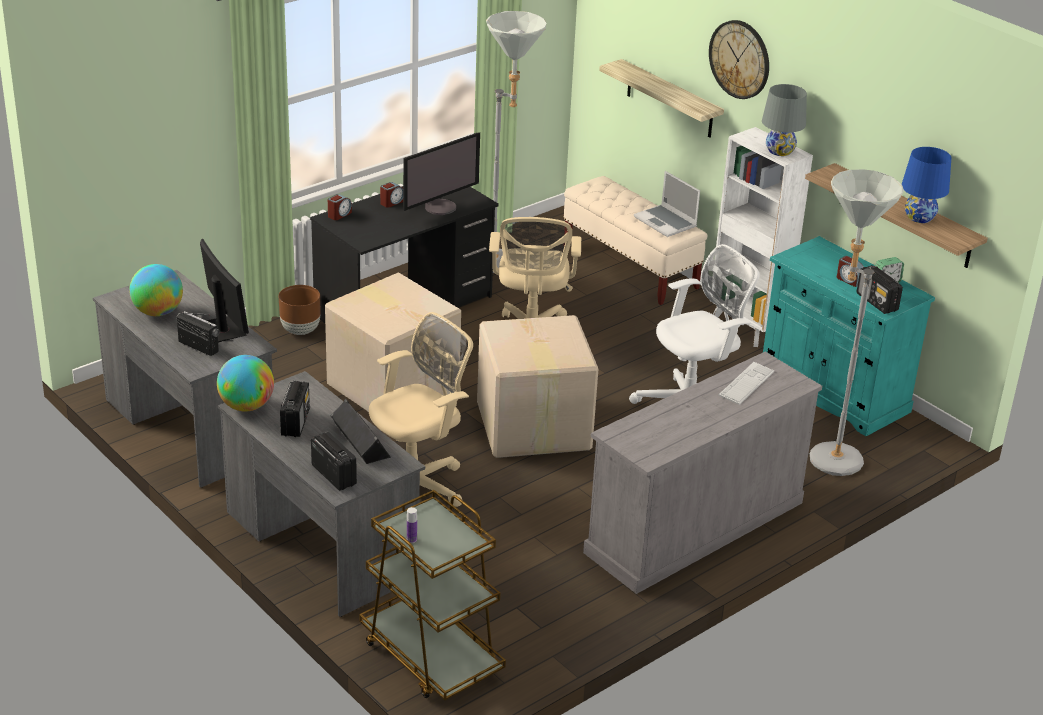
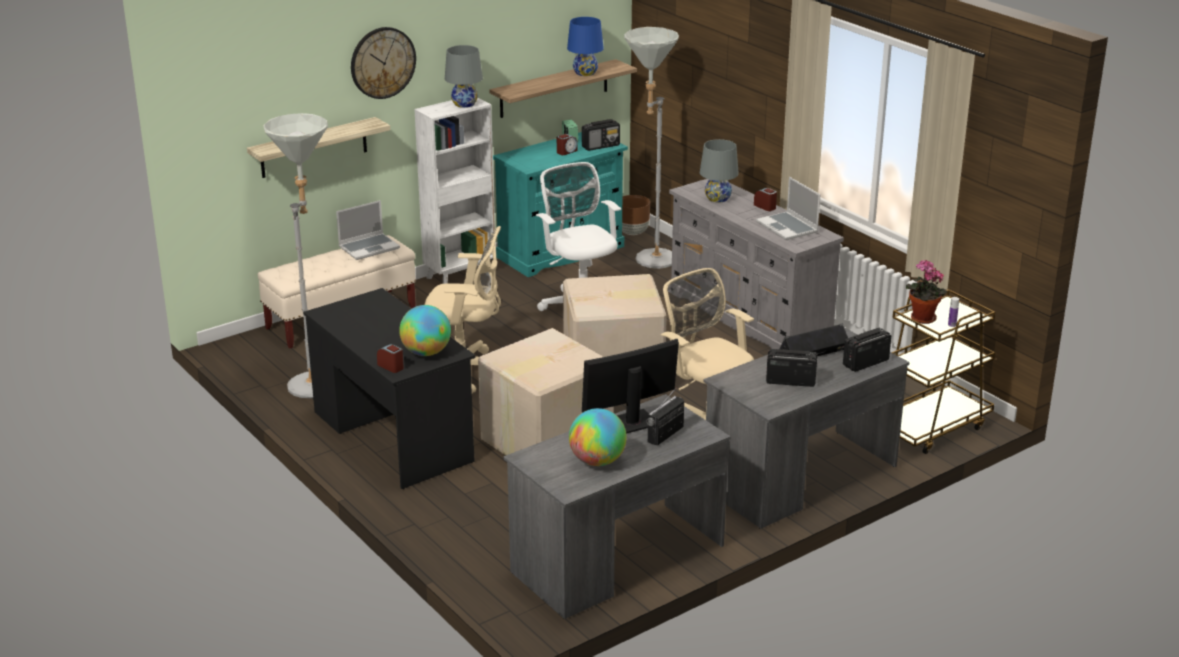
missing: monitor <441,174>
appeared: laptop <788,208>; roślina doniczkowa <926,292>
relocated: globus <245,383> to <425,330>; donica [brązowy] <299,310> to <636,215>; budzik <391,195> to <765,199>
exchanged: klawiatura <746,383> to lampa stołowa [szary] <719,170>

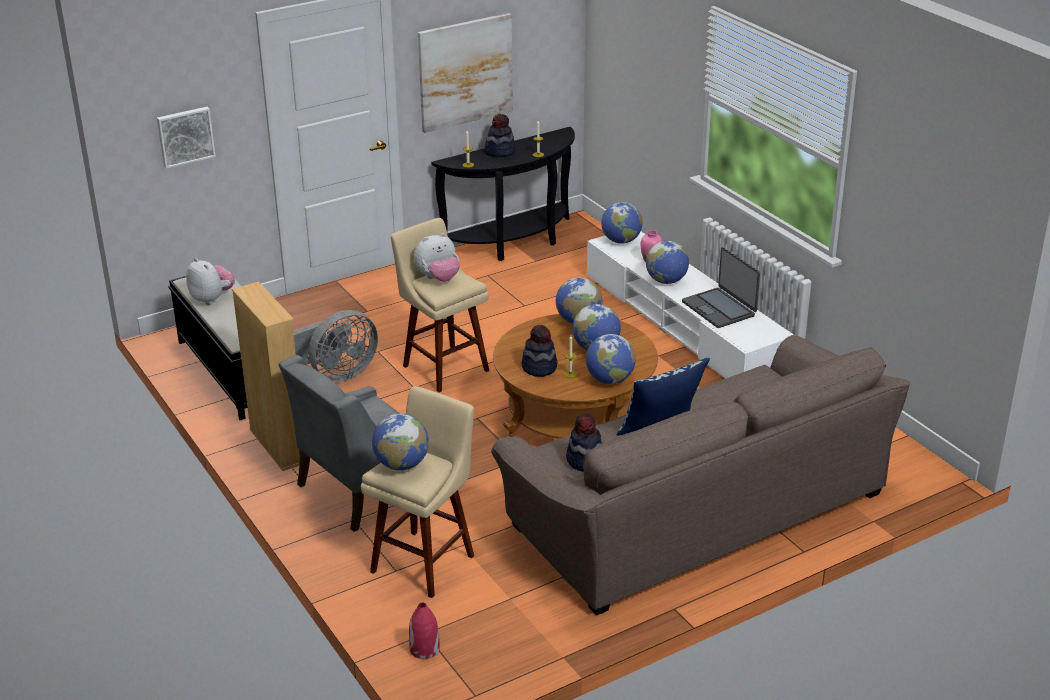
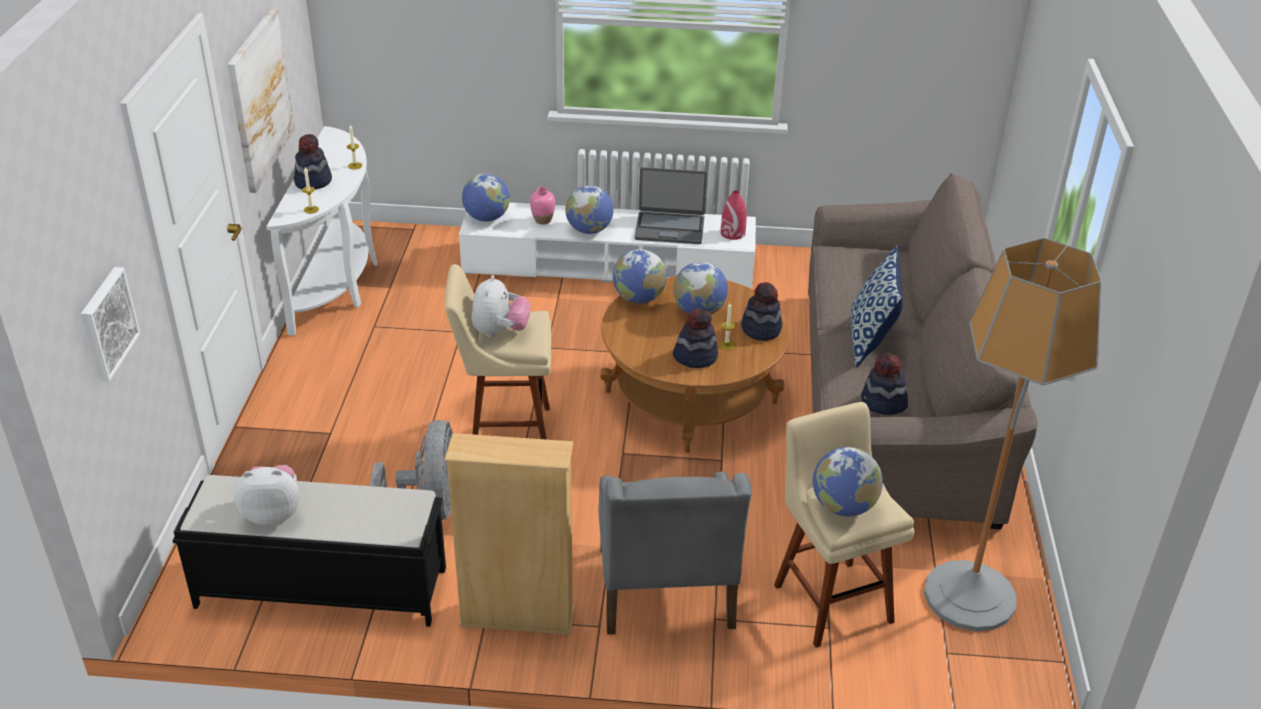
appeared: lampa stojąca <1013,434>
relocated: wazon [czerwony] <424,631> to <734,215>
exchanged: globus <611,359> to kapelusz <761,311>
colour: stolik konsolowy [czarny] <503,194> to stolik konsolowy [biały] <321,231>

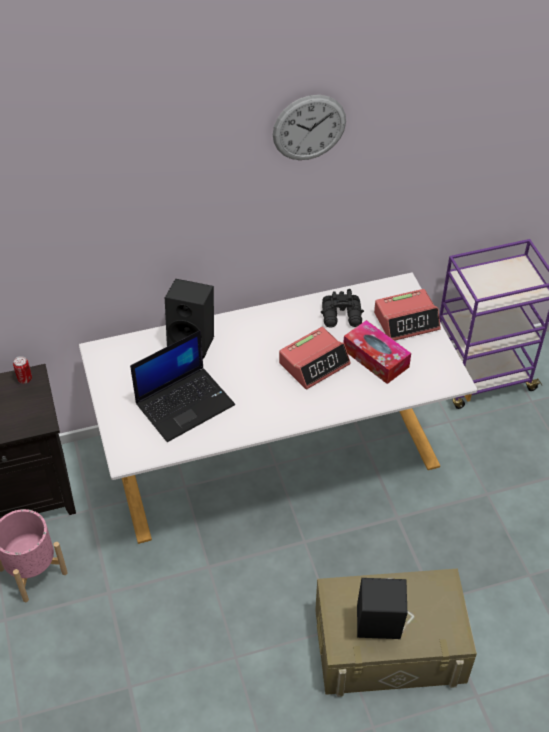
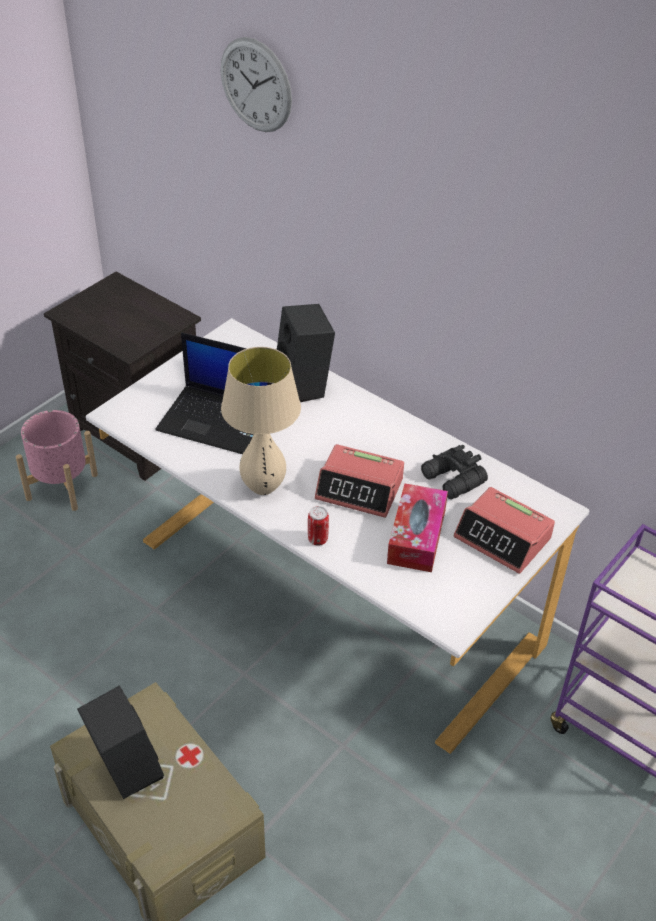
appeared: lampa stołowa [beżowy] <261,421>
relocated: puszka <22,370> to <318,526>; zegar ścienny <309,127> to <256,84>

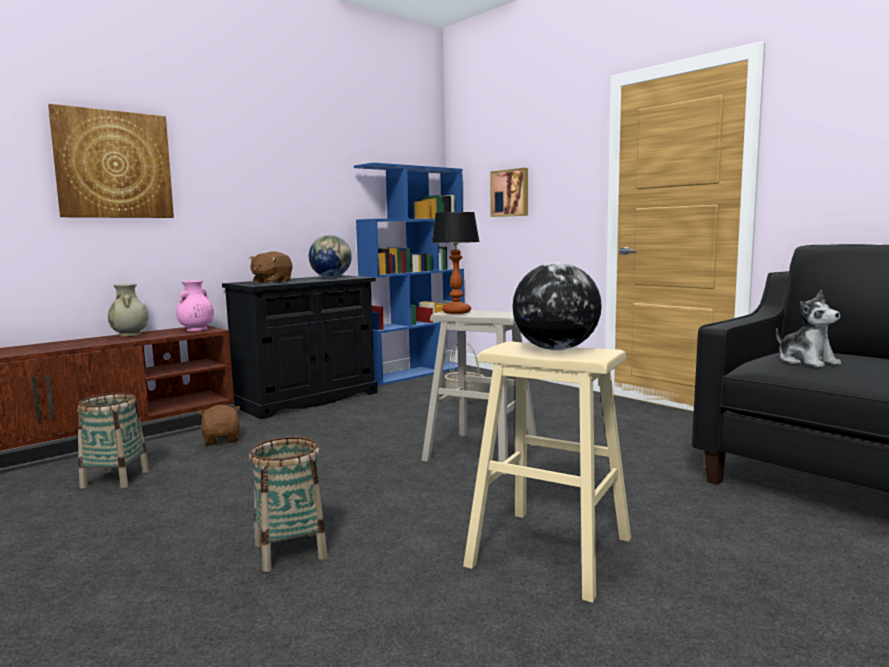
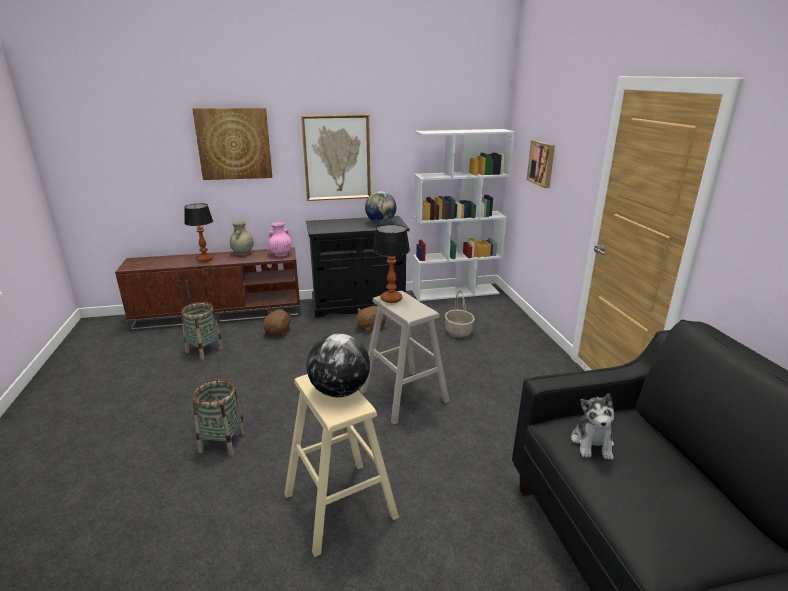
appeared: lampa stołowa <198,232>; obraz <336,158>
relocated: pluszak [brązowy] <270,267> to <371,319>
colour: regał [niebieski] <409,274> to regał [biały] <464,215>

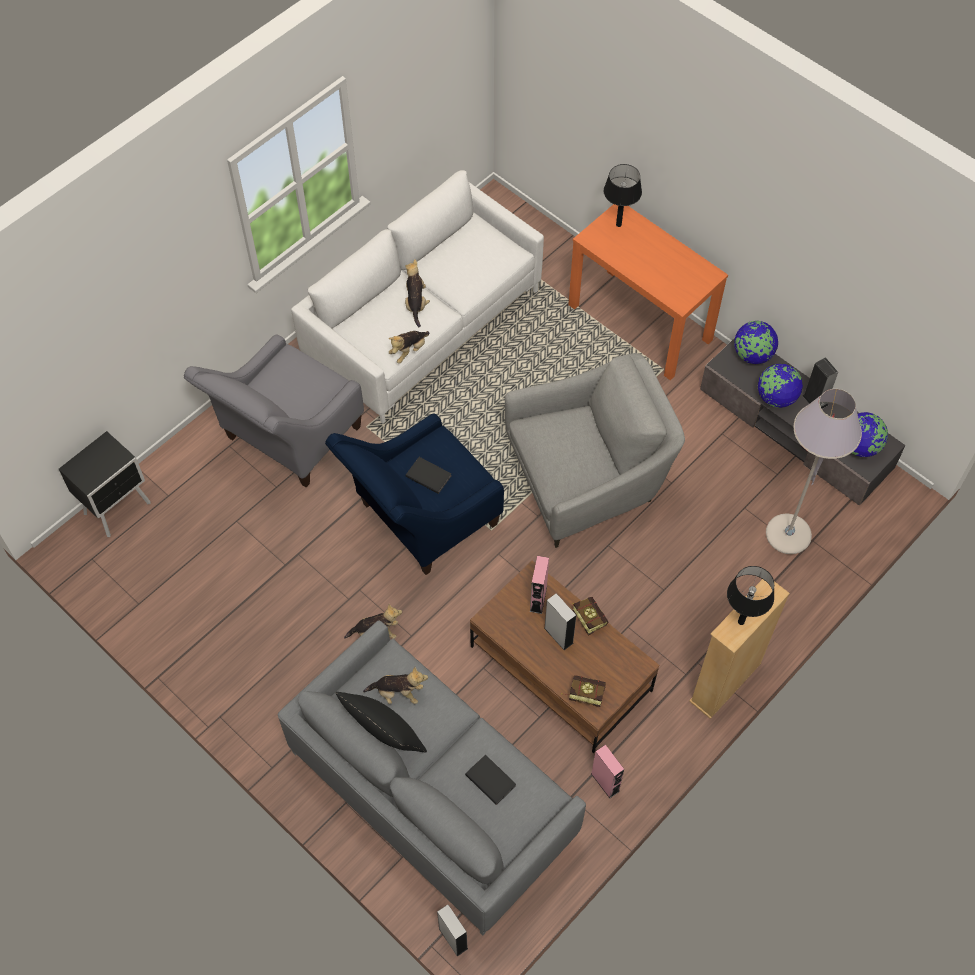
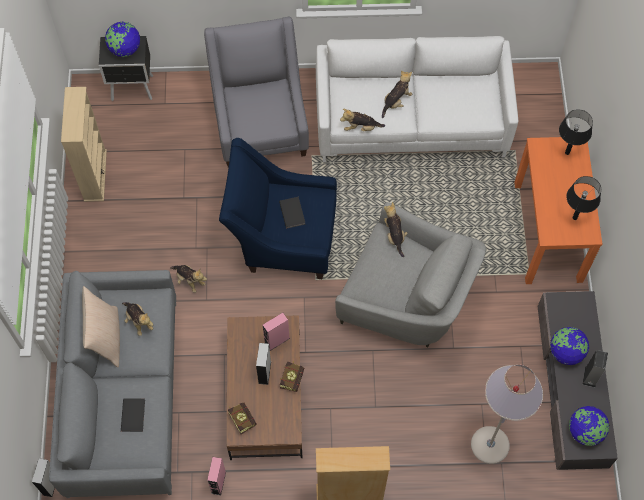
appeared: regał [beżowy] <84,144>; pluszak <396,229>
relocated: lampa stołowa [czarny] <750,595> to <583,198>; globus <756,342> to <122,39>
colour: poduszka [czarny] <381,722> to poduszka [beżowy] <101,327>
spun: fotel [szary] <274,410> = <256,92> 90 degrees clockwise

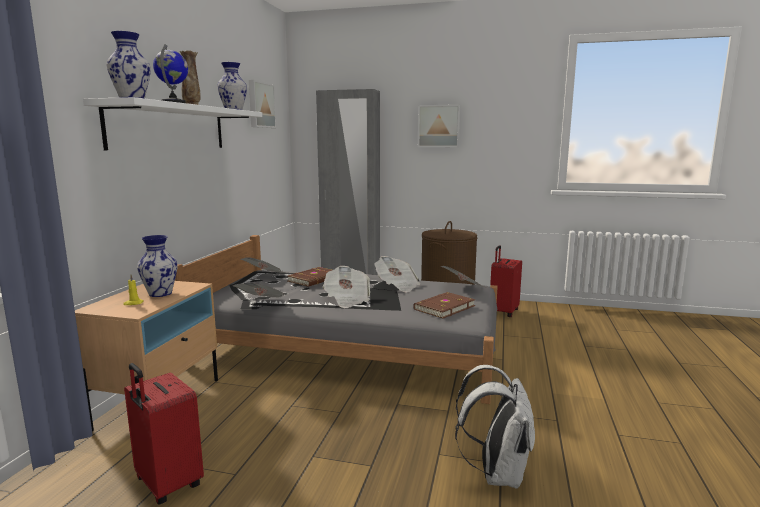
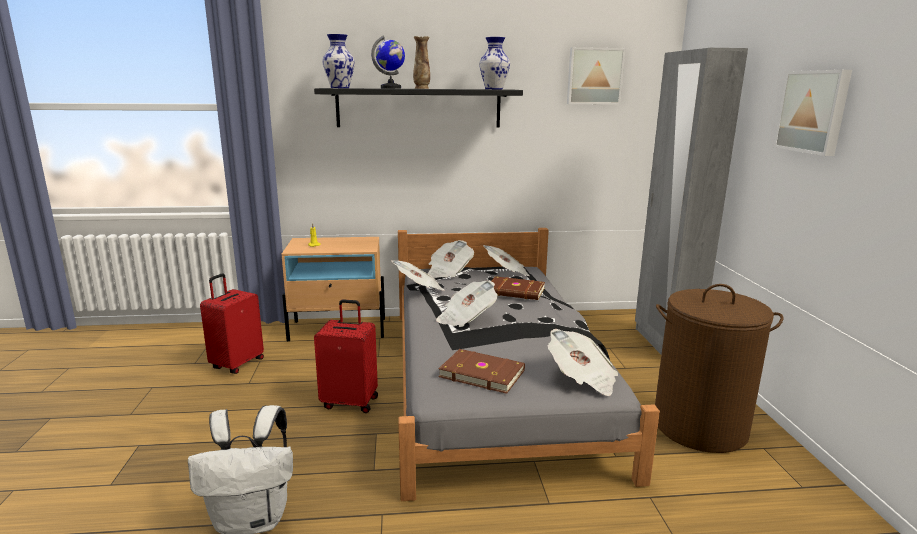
missing: wazon <157,266>
relocated: gazeta <397,274> to <451,259>; walizka [czerwony] <506,281> to <346,356>
colour: półka [biały] <172,123> to półka [czarny] <418,107>

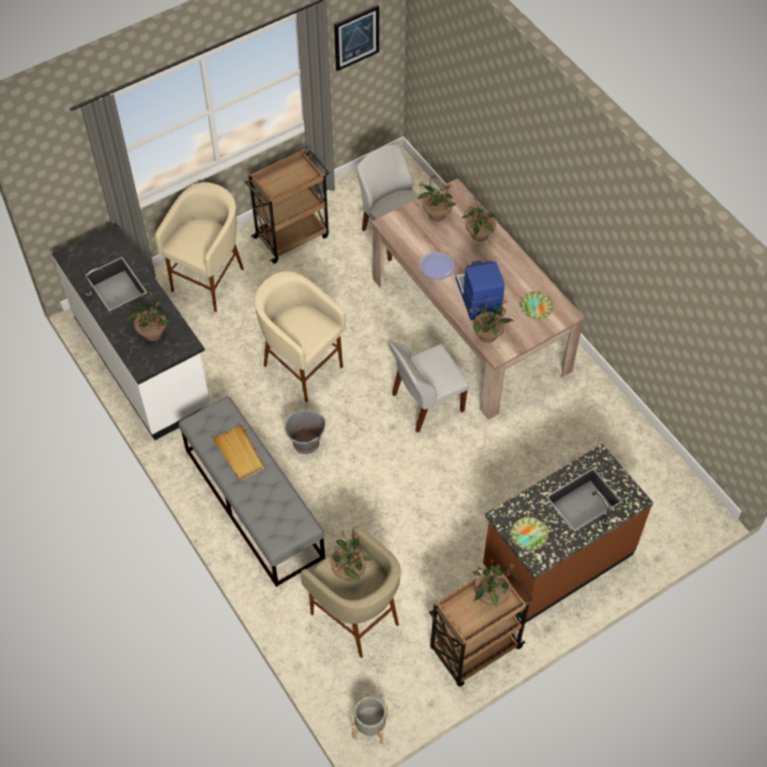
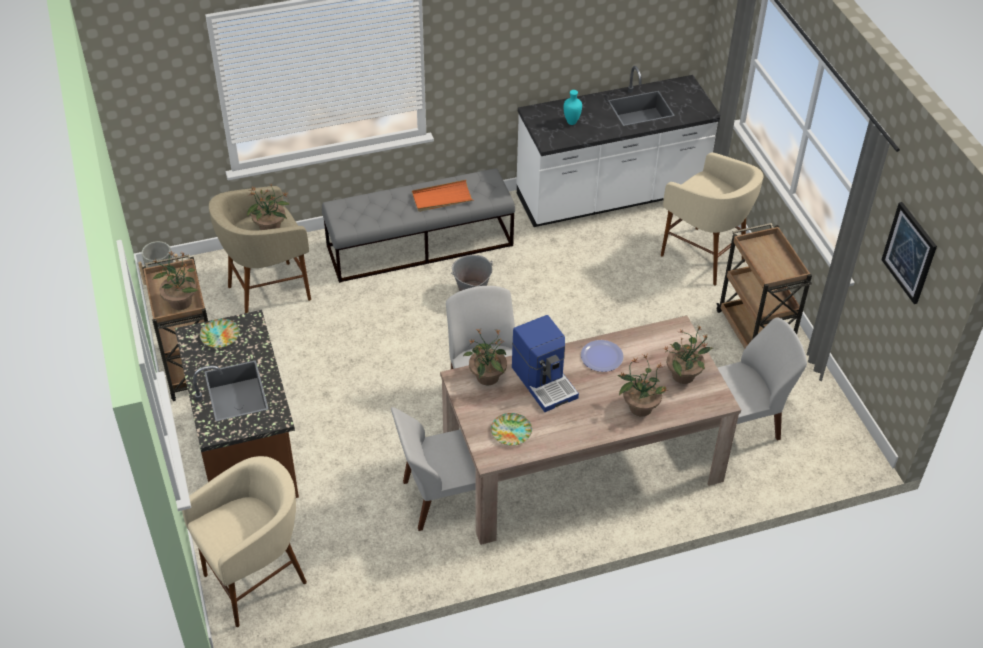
appeared: krzesło [biały] <433,469>
relocated: stołek [beżowy] <300,336> to <244,541>
exchanged: roślina doniczkowa <148,316> to wazon [turkusowy] <573,107>
colour: taca [beżowy] <238,452> to taca [pomarańczowy] <443,196>
spun: ekspres do kawy <480,290> = <545,363> 60 degrees clockwise

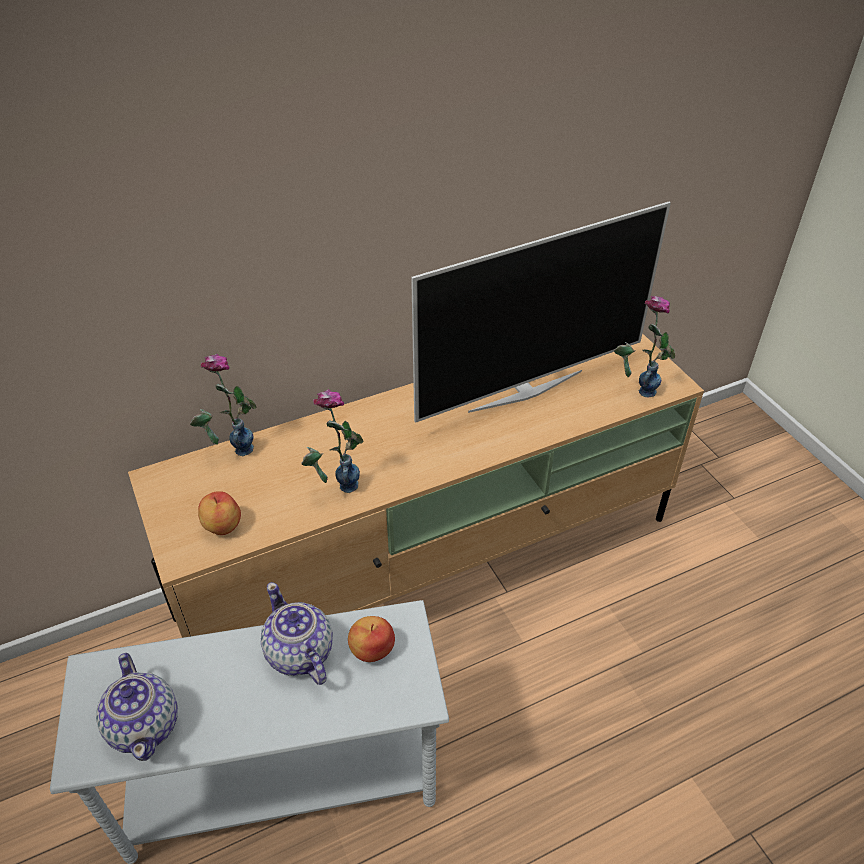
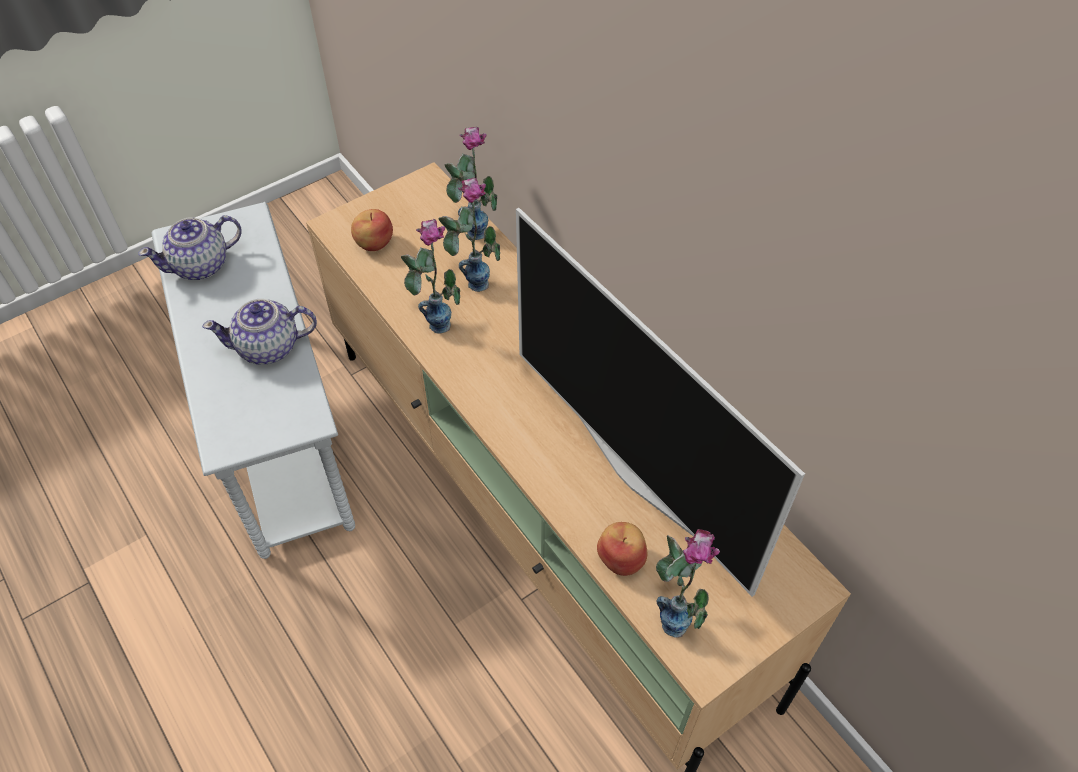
appeared: wazon <469,234>
relocated: jabłko <371,639> to <622,549>
spun: imbryk <297,633> = <259,331> 150 degrees counterclockwise

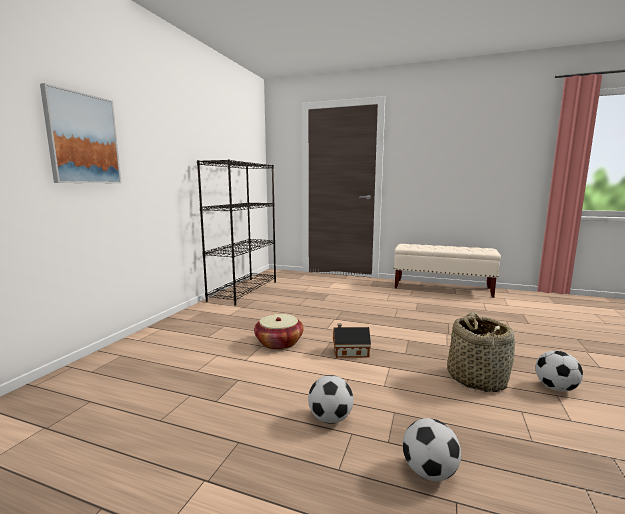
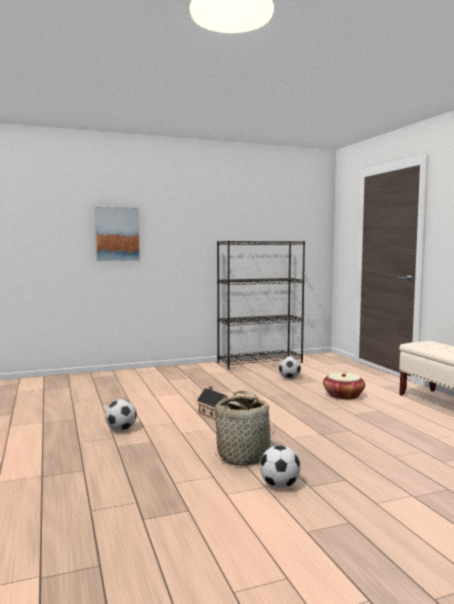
relocated: koszyk <279,332> to <344,386>; piłka futbolowa <432,449> to <290,367>

